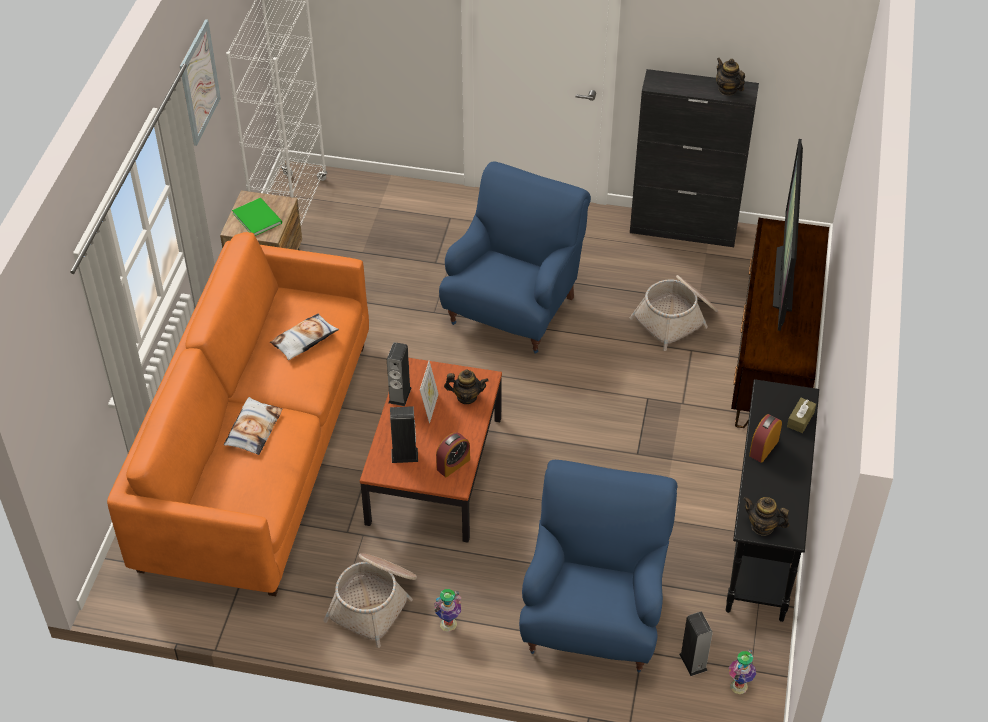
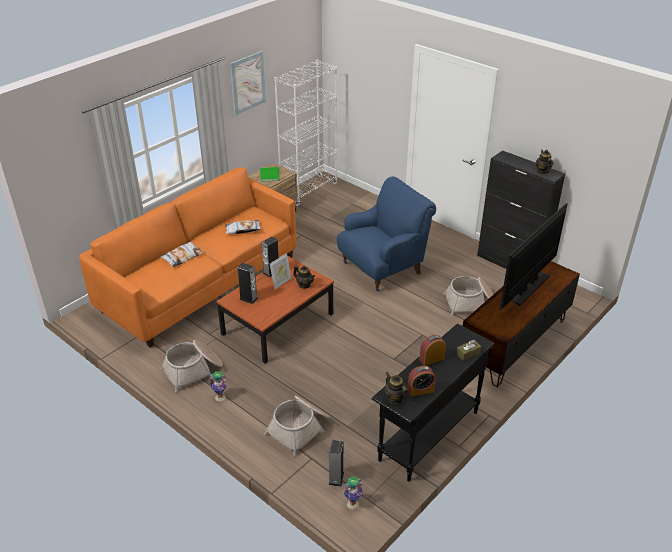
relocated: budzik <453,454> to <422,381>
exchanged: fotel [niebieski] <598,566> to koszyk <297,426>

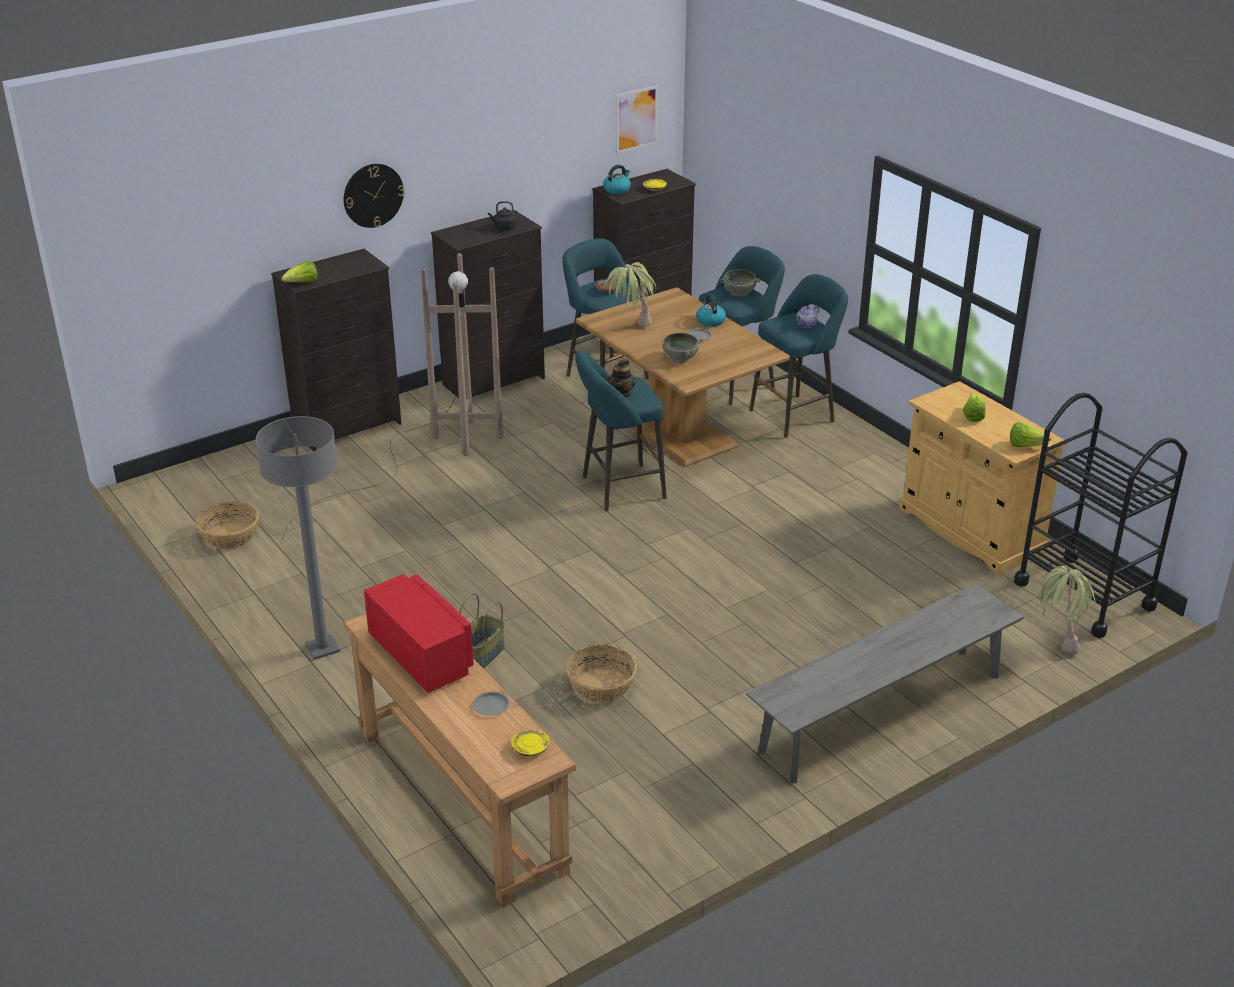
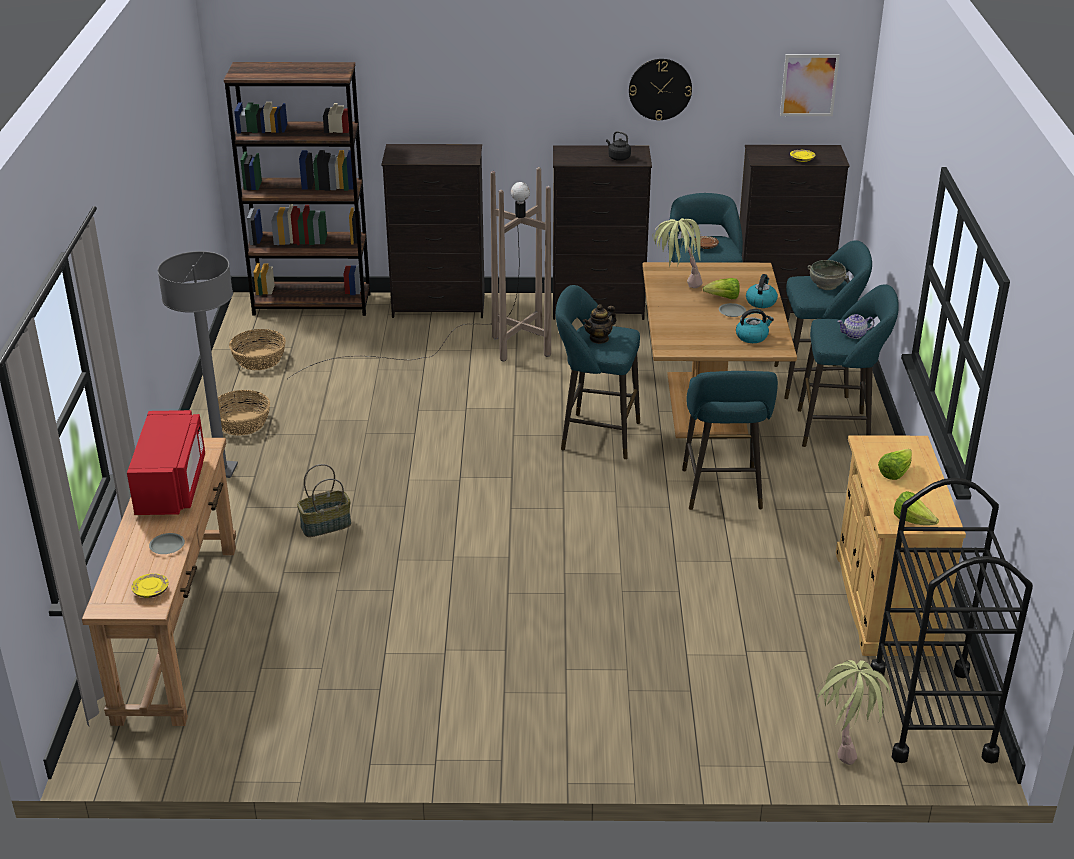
missing: miska [szary] <681,348>; ławka [szary] <885,683>
appeared: regał [brązowy] <297,189>; stołek [turkusowy] <730,440>
relocated: sałata <299,271> to <721,288>; zegar ścienny <374,196> to <660,90>; koszyk <601,673> to <244,413>; czajnik <617,180> to <755,326>

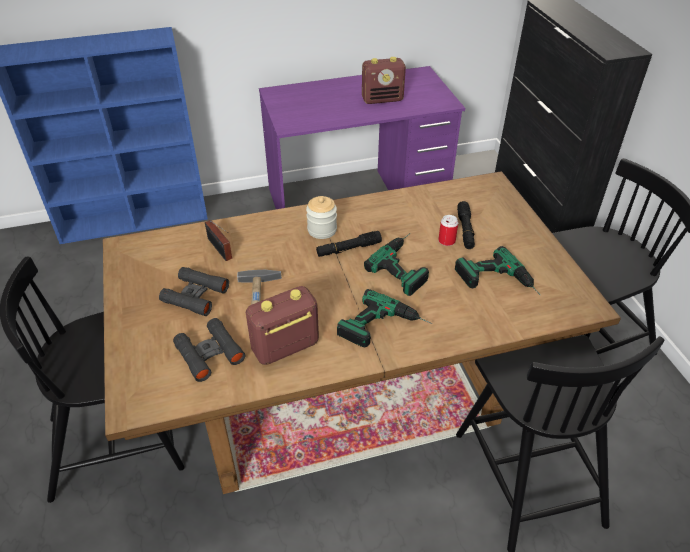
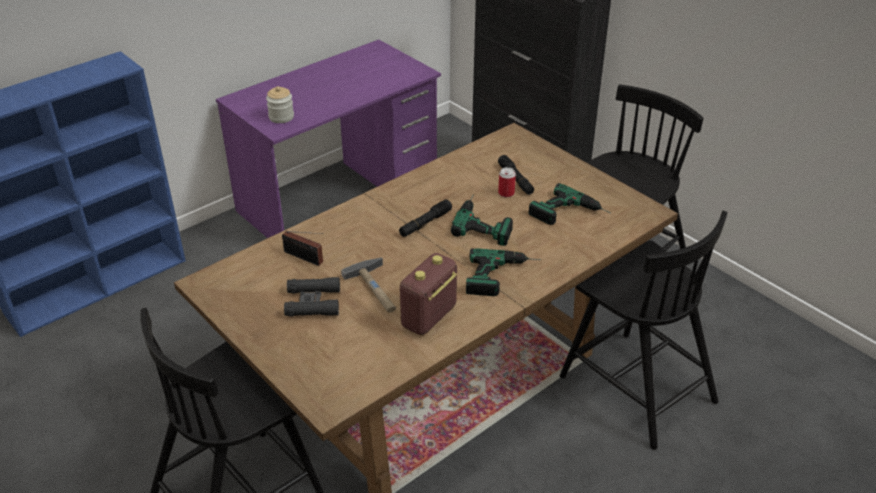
missing: lornetka [czarny] <209,350>; radio <384,80>
relocated: słoik <321,217> to <280,104>

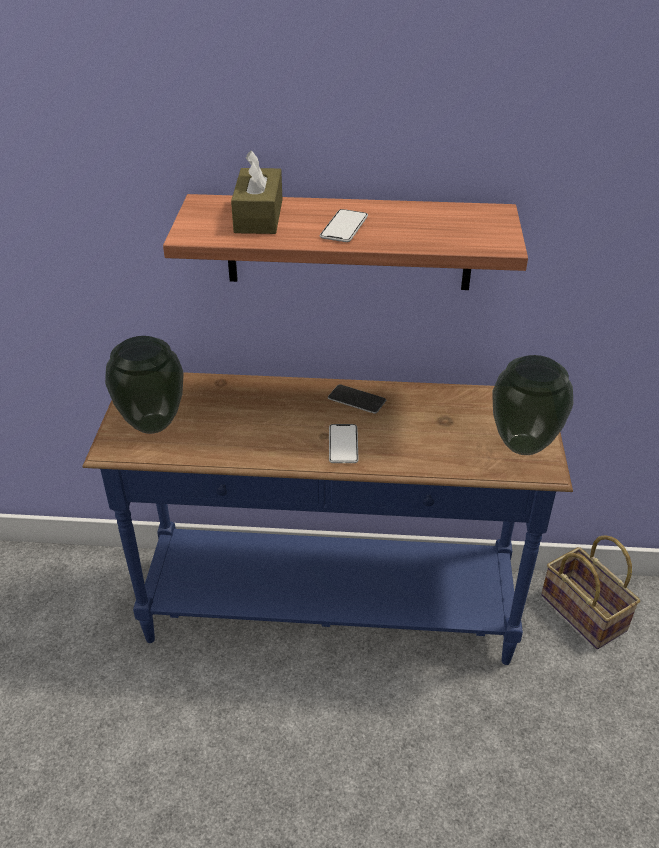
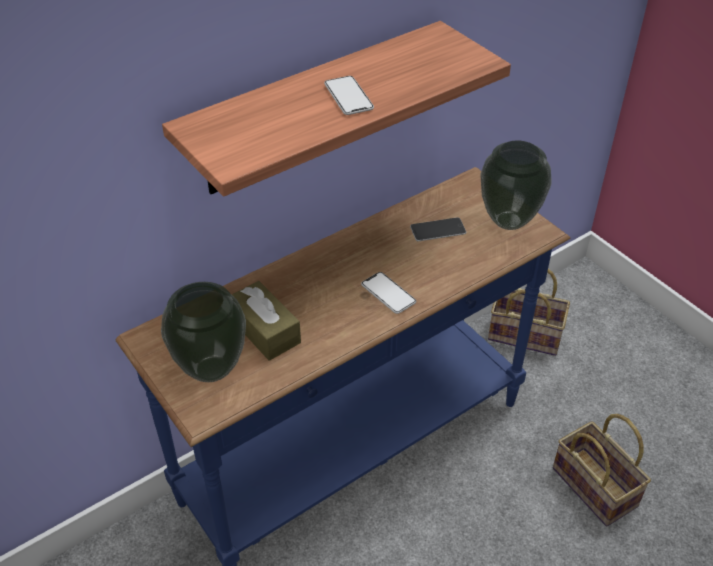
appeared: koszyk <602,470>
relocated: pudełko chusteczek [brązowy] <257,192> to <266,321>; telefon <357,399> to <438,229>

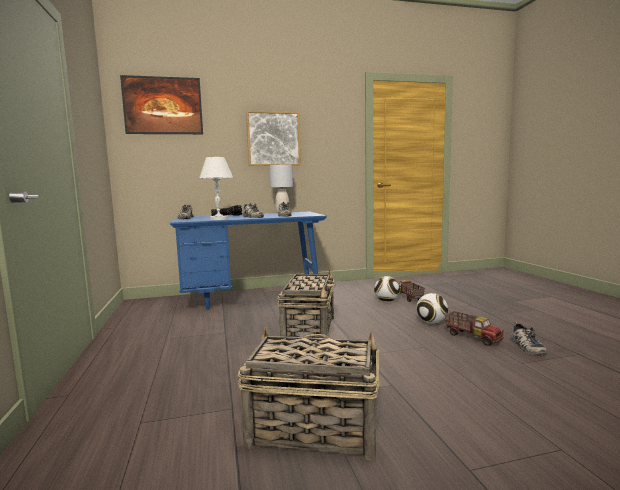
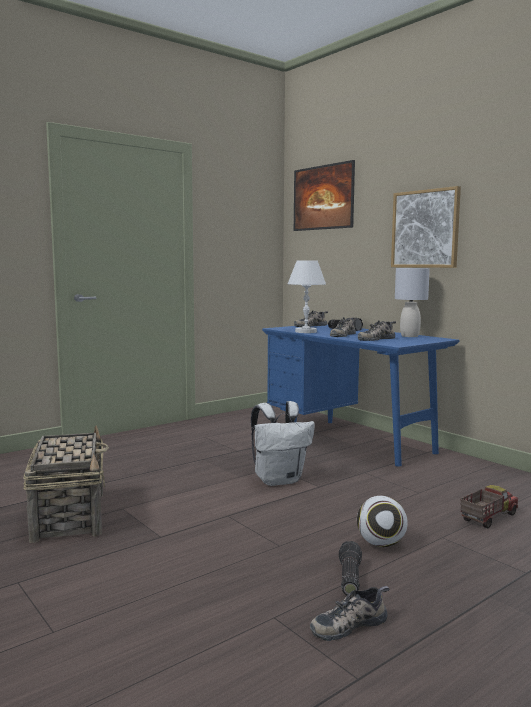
missing: piłka futbolowa <387,289>
exchanged: koszyk <306,303> to plecak [biały] <283,443>; ciężarówka zabawkowa <474,328> to latarka <350,568>

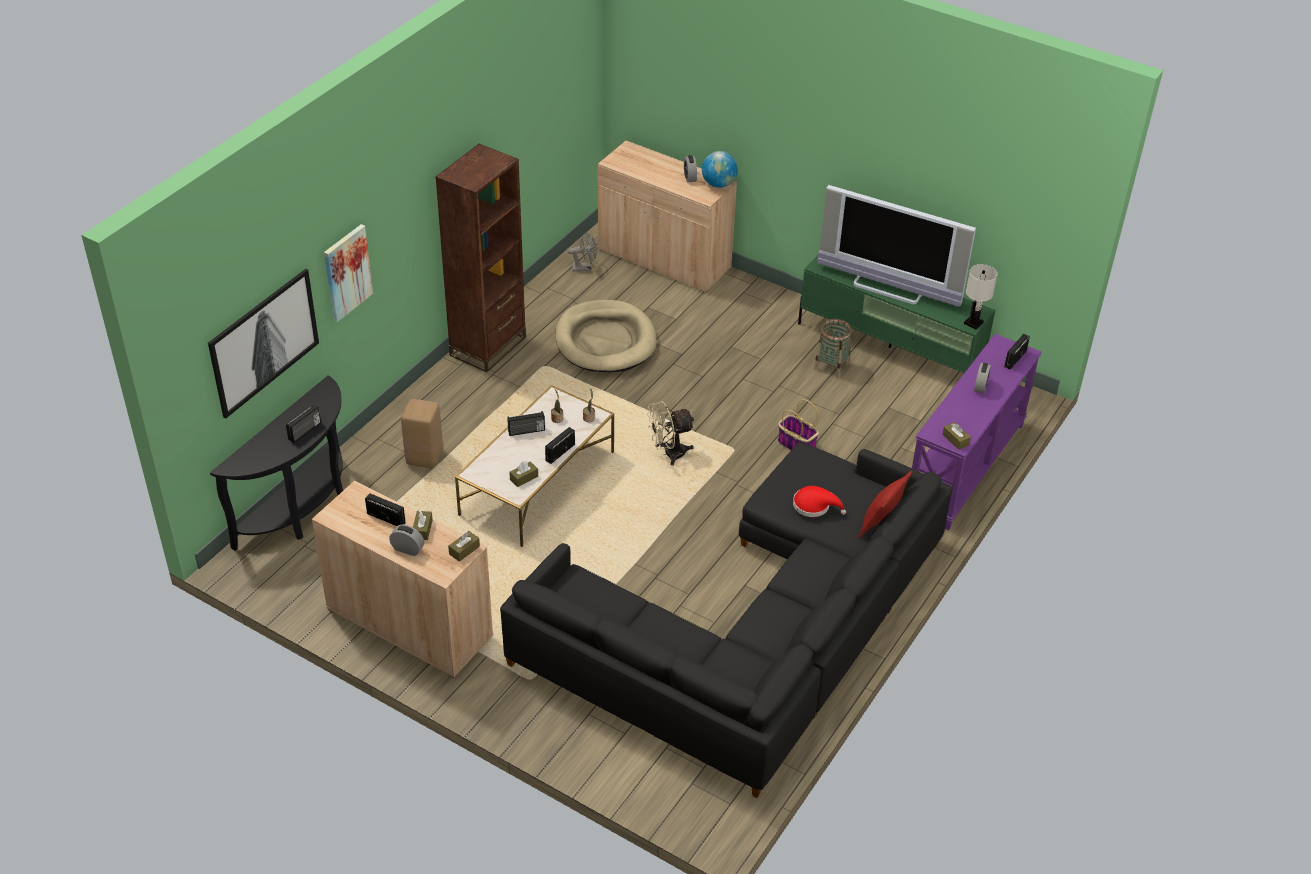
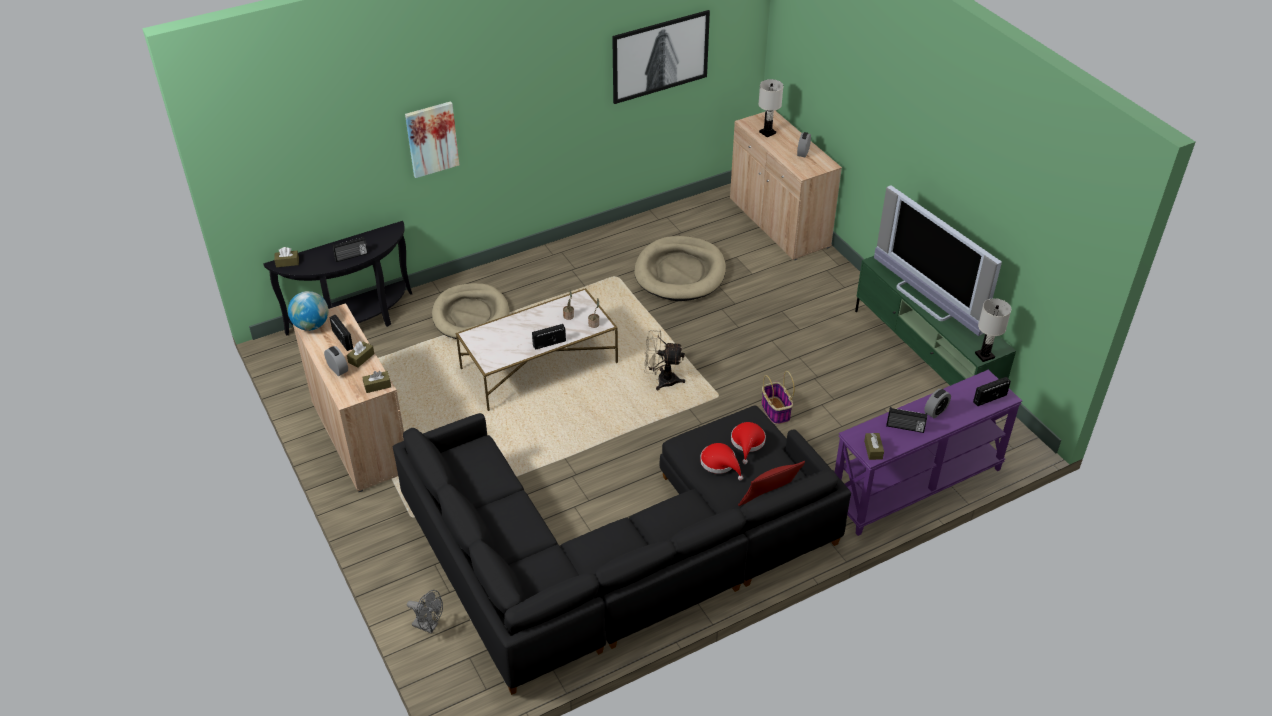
missing: regał [brązowy] <480,258>; koszyk <832,348>
appeared: kapelusz [czerwony] <748,443>; lampa stołowa [biały] <770,108>
relocated: obraz <263,344> to <661,57>; radio <526,423> to <906,420>; pudełko chusteczek [brązowy] <523,474> to <286,257>; wentylator [szary] <582,252> to <425,612>; globus <720,169> to <308,311>
exchanged: stołek [beżowy] <422,433> to legowisko [beżowy] <470,311>

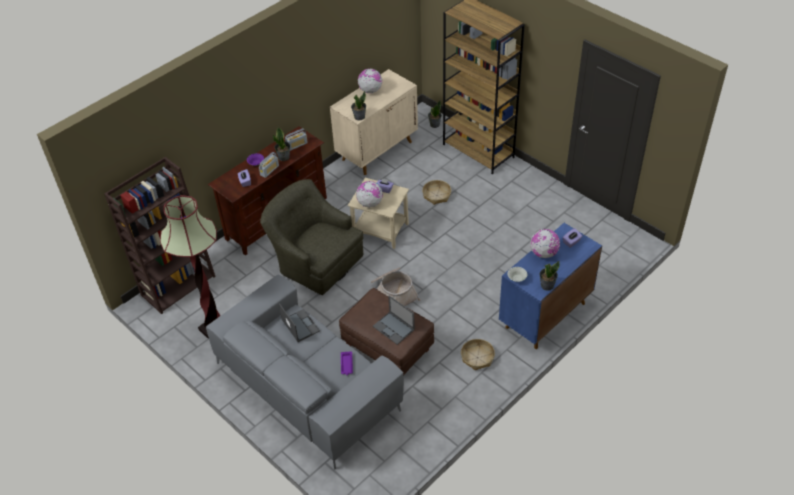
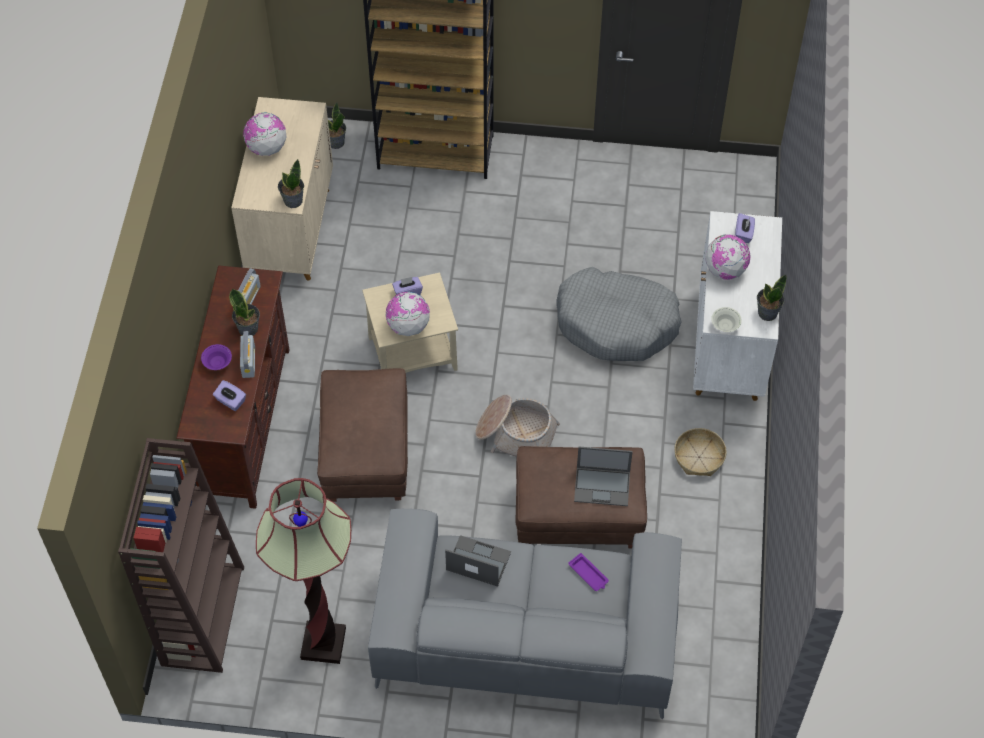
missing: koszyk <436,192>
appeared: legowisko [szary] <619,314>
exchanged: fotel [zielony] <312,237> to pufa [brązowy] <362,435>
colour: szafka [niebieski] <550,286> to szafka [biały] <737,306>

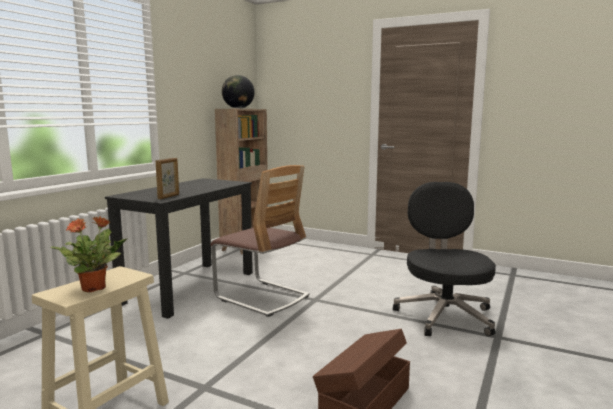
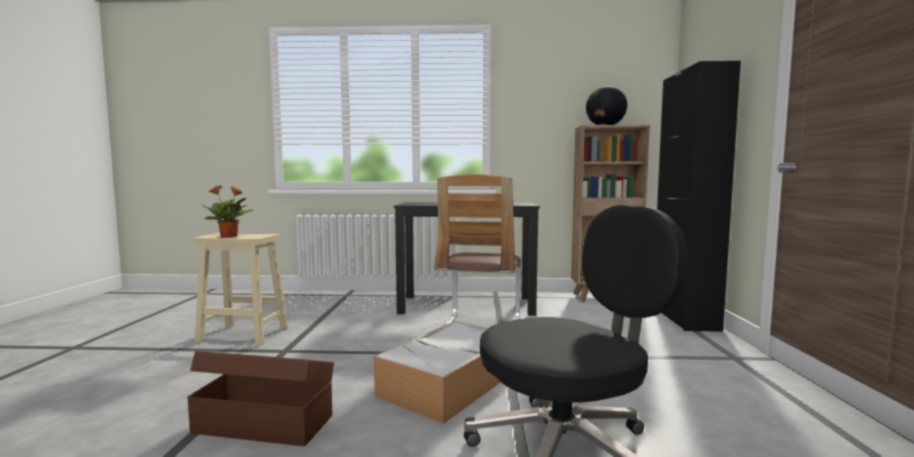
missing: ramka na zdjęcie <167,178>
appeared: pojemnik do przechowywania <437,372>; szafka [czarny] <699,196>

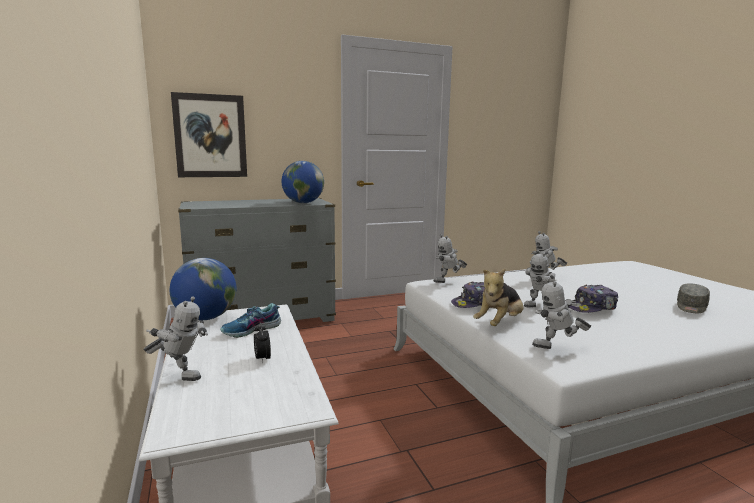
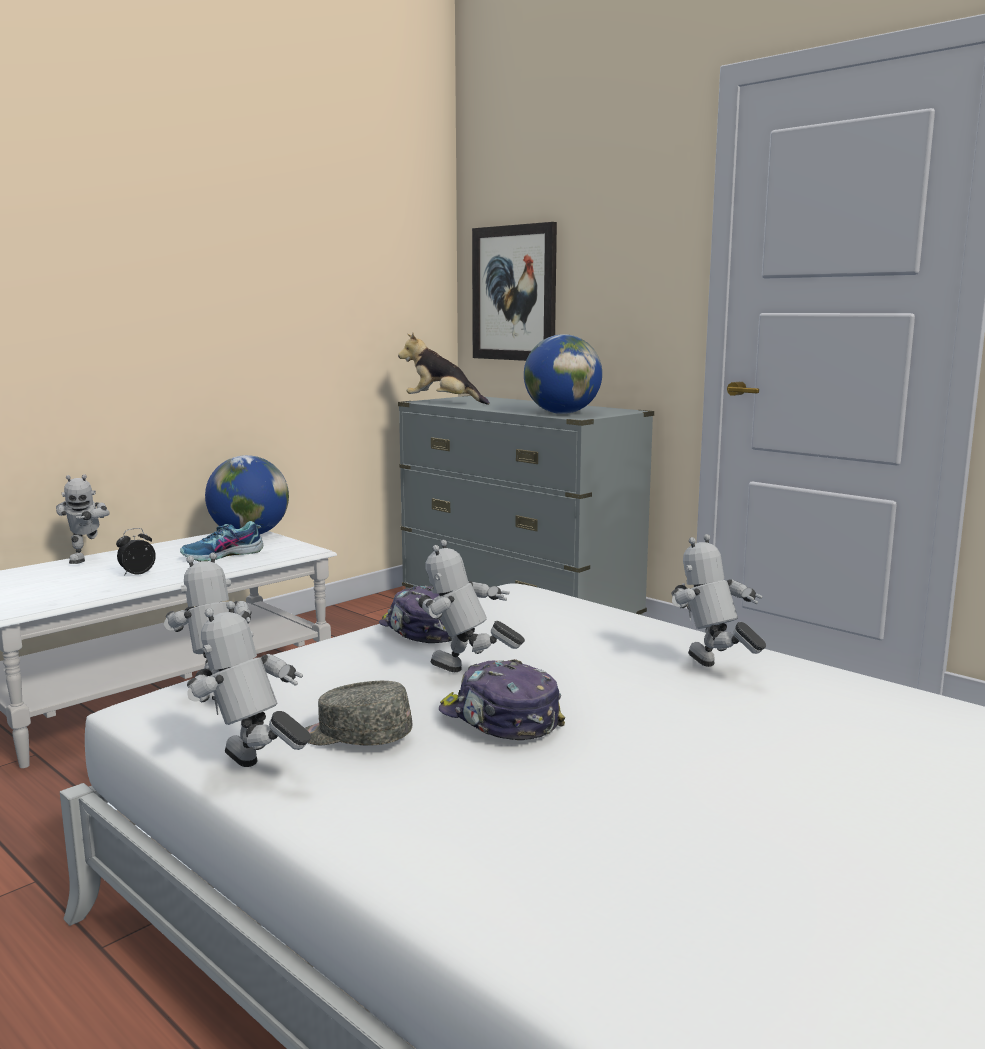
relocated: robot zabawkowy <450,258> to <249,684>; pluszak <498,297> to <444,369>; czapka z daszkiem [szary] <693,299> to <359,713>
spun: but <250,320> = <221,541> 60 degrees counterclockwise

